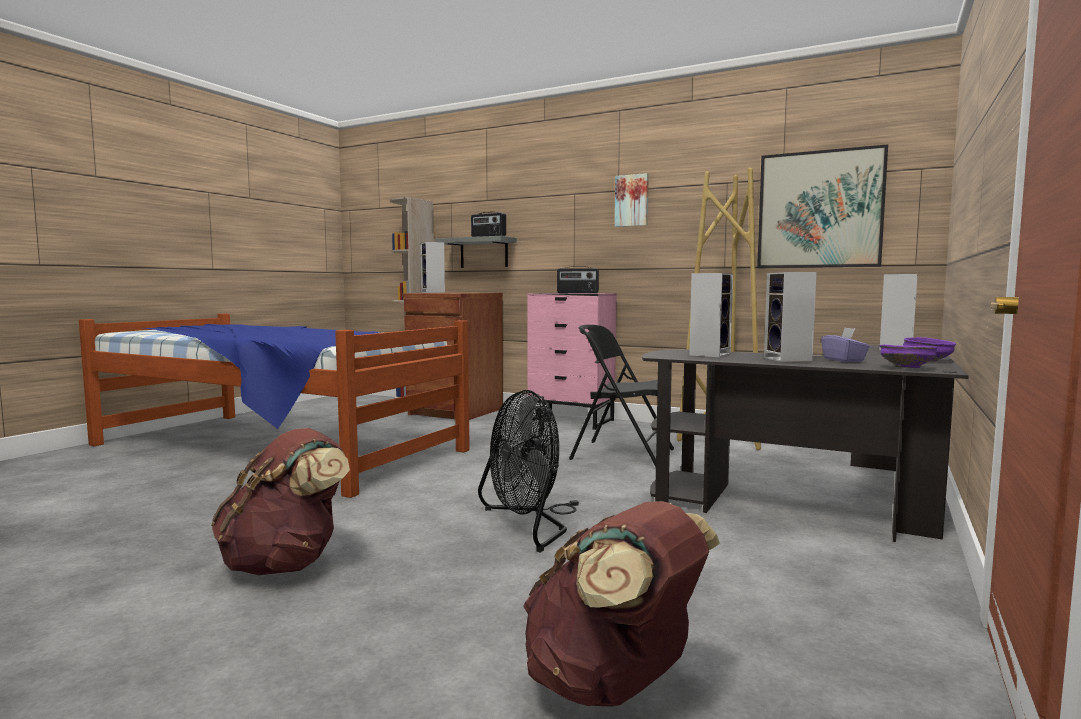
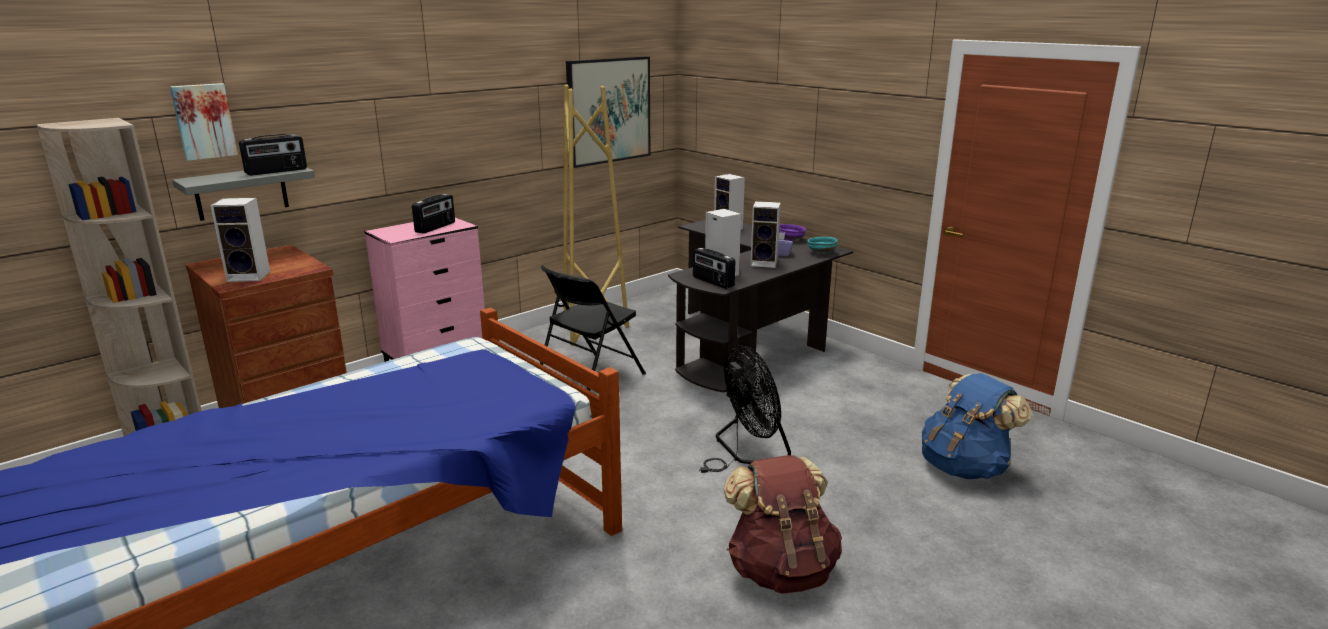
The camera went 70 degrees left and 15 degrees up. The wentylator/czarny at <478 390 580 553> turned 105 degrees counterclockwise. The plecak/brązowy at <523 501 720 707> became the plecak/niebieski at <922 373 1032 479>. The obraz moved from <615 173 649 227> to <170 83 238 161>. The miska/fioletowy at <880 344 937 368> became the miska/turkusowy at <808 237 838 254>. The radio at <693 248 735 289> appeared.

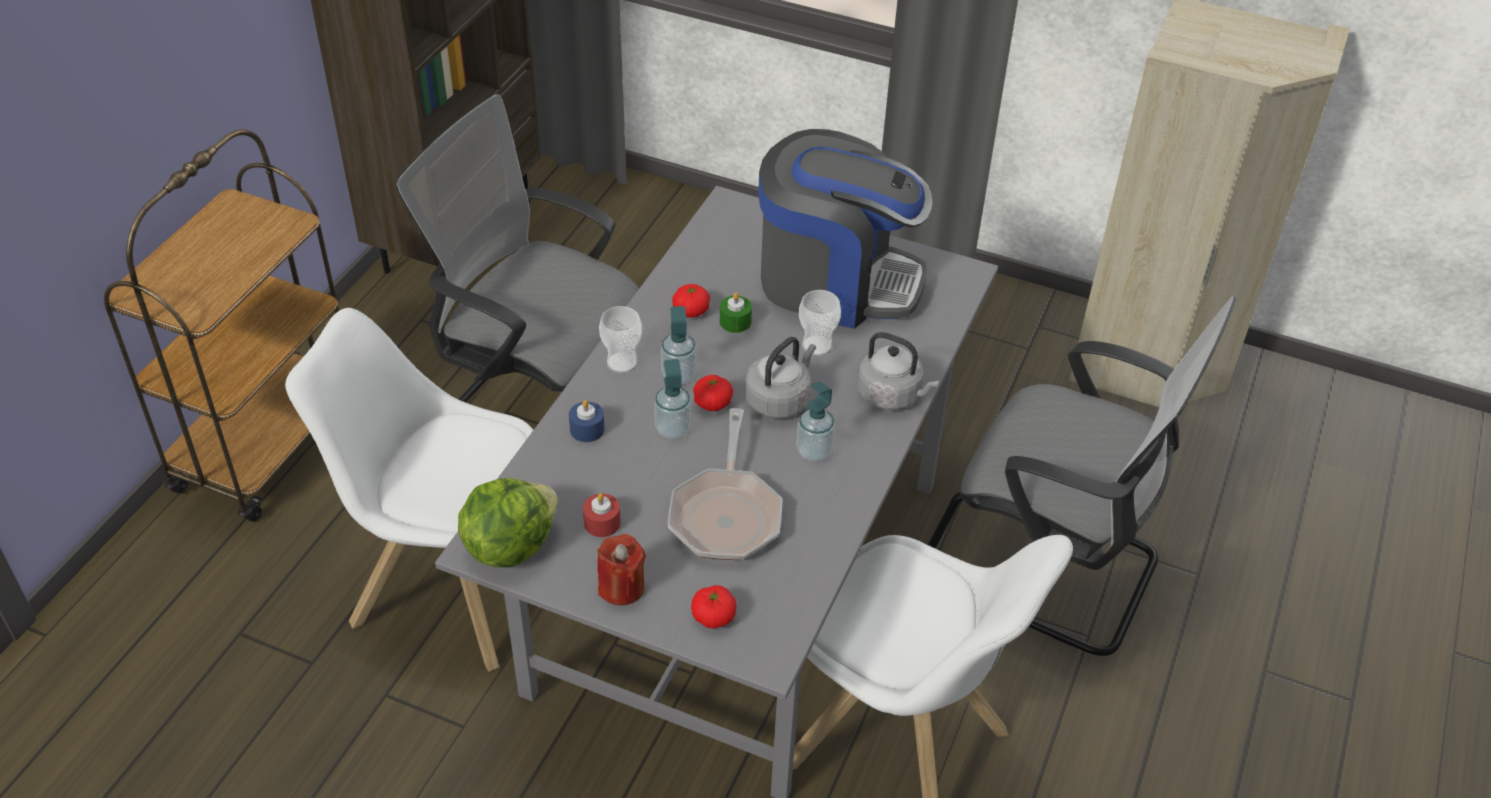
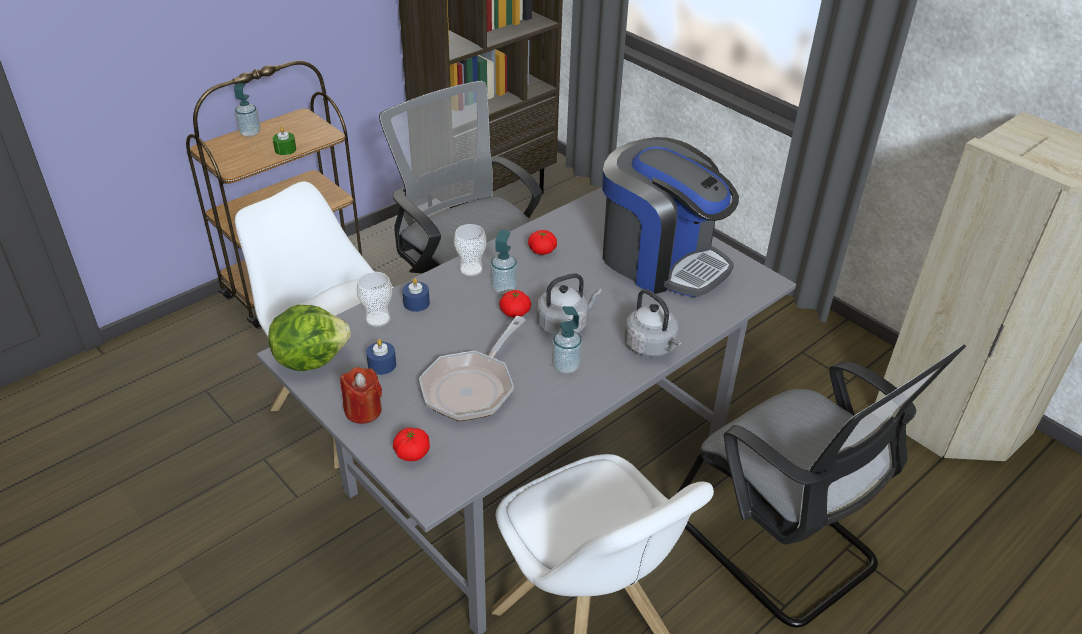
The camera went 25 degrees right and 5 degrees down. The świeca/czerwony at <583 493 621 537> became the świeca/niebieski at <366 339 396 375>. The dozownik mydła moved from <654 359 691 439> to <234 83 260 137>. The świeca/zielony moved from <720 293 752 333> to <273 127 296 155>. The filiżanka moved from <799 290 841 356> to <357 272 392 327>.

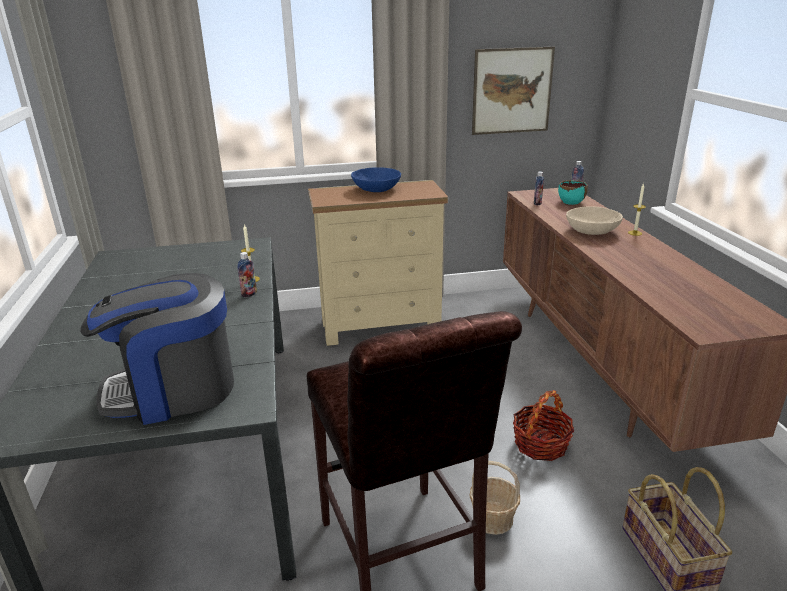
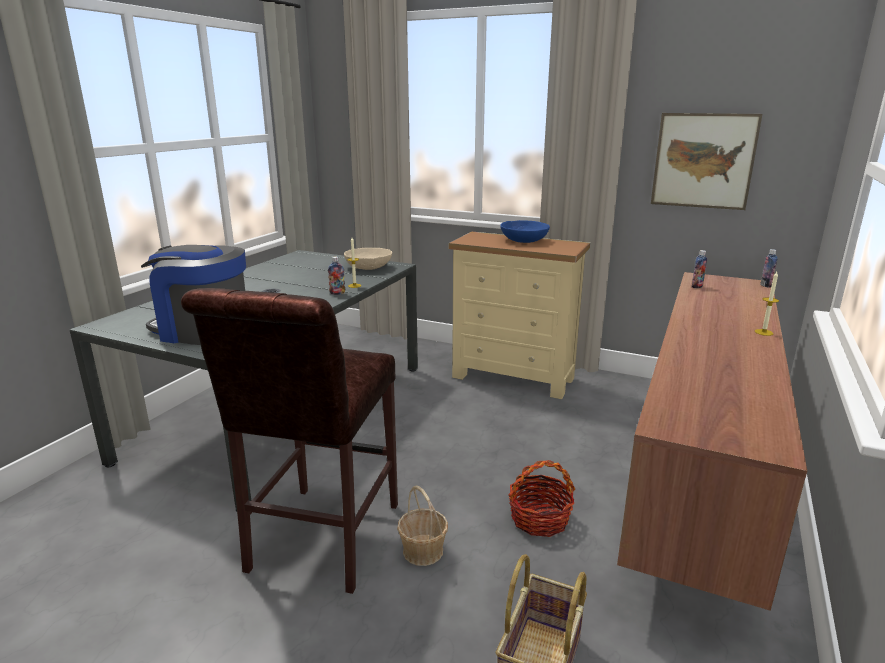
The camera went 35 degrees right and 5 degrees down. The miska/turkusowy at <558 180 588 205> disappeared. The miska/beżowy moved from <566 206 623 235> to <344 248 392 270>.

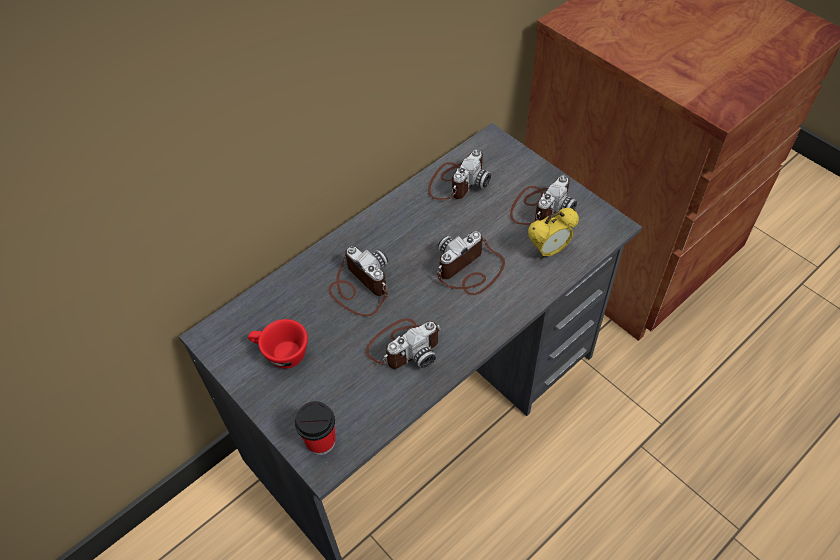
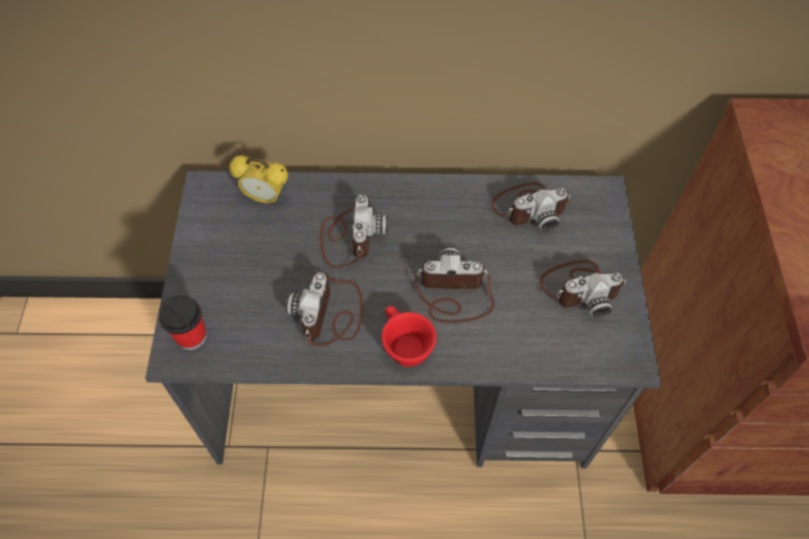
The camera went 40 degrees right and 5 degrees up. The filiżanka/czerwony moved from <248 319 308 369> to <382 306 436 367>. The aparat fotograficzny at <366 318 442 369> turned 90 degrees clockwise. The budzik moved from <528 208 579 259> to <229 156 288 205>.

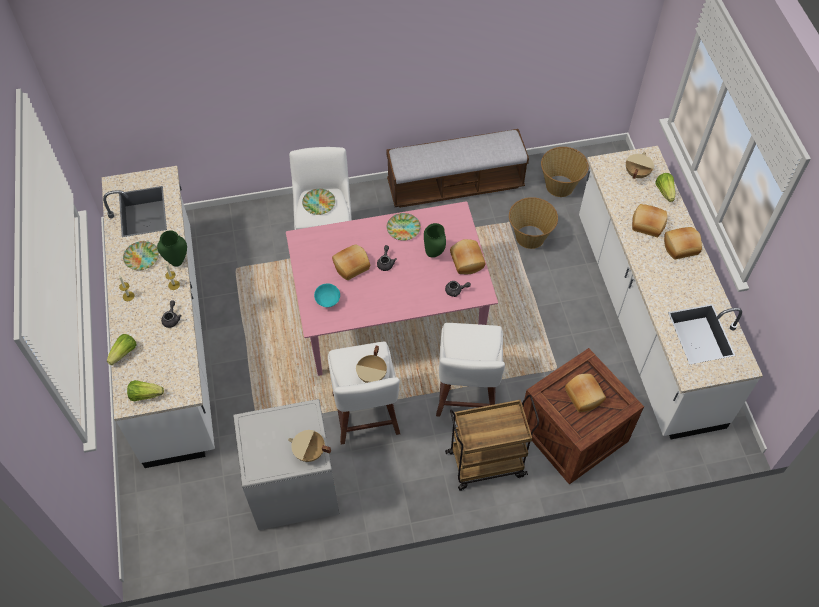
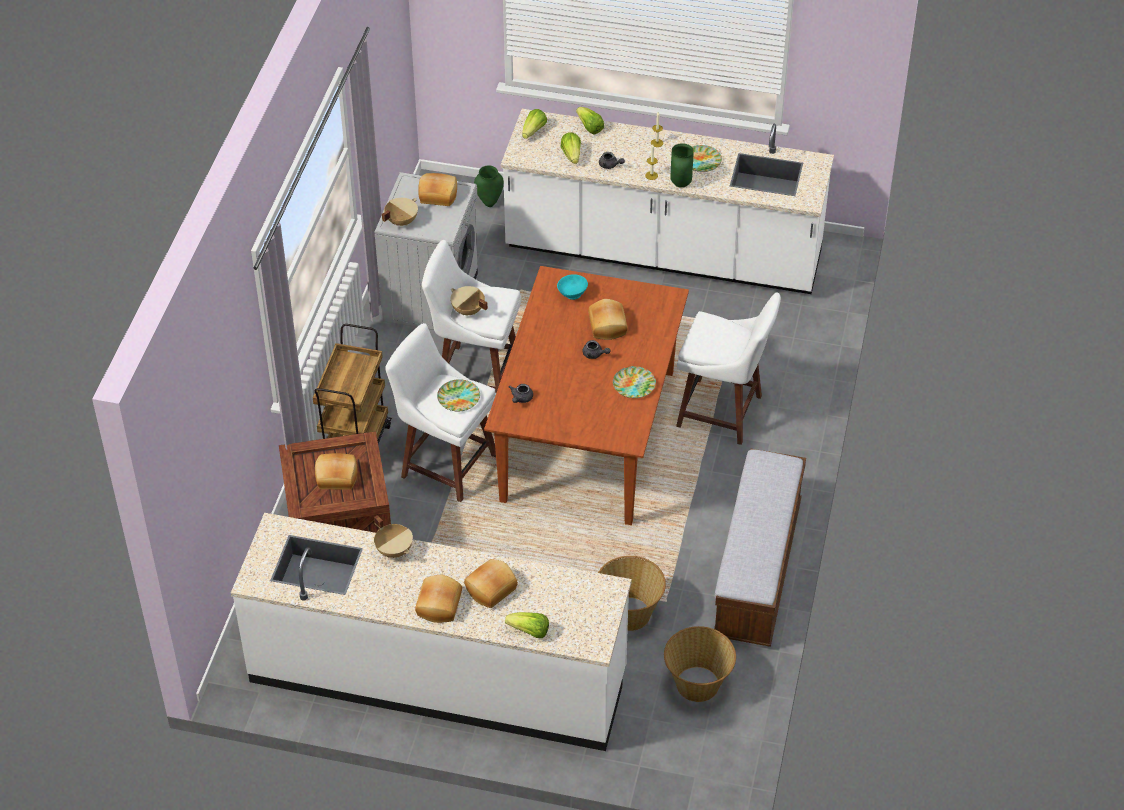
The camera went 115 degrees right and 10 degrees down. The stół jadalny/różowy at <286 201 498 376> became the stół jadalny/brązowy at <484 266 689 525>. The talerz moved from <302 189 335 215> to <437 379 480 411>. The wazon/zielony moved from <424 223 446 258> to <474 165 504 207>. The chleb moved from <450 239 486 274> to <418 173 457 206>. The garnek/beżowy moved from <626 152 654 179> to <374 515 413 558>. The sałata at <561 132 581 164> appeared.

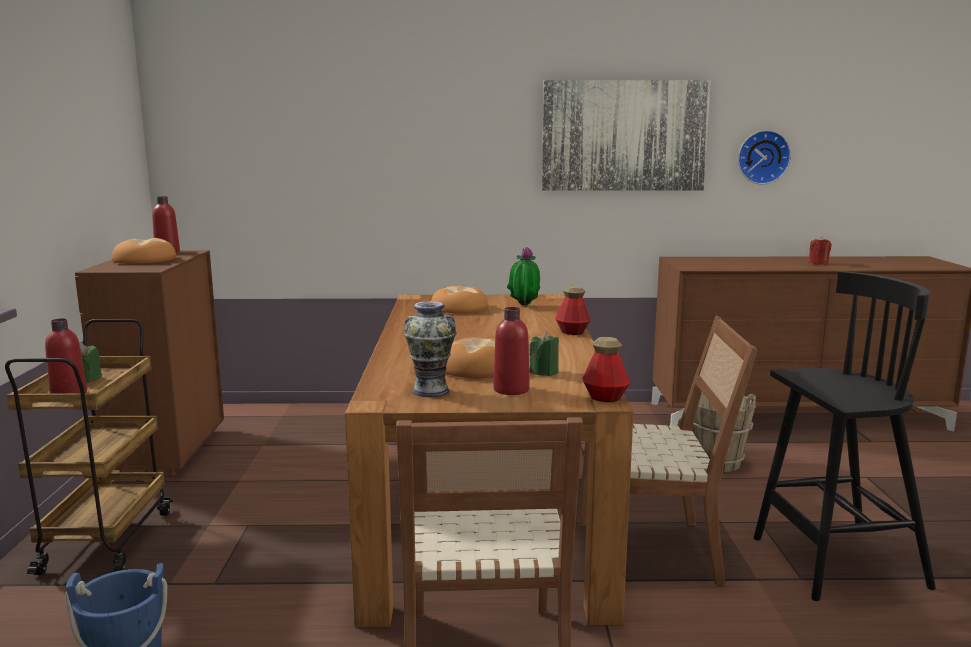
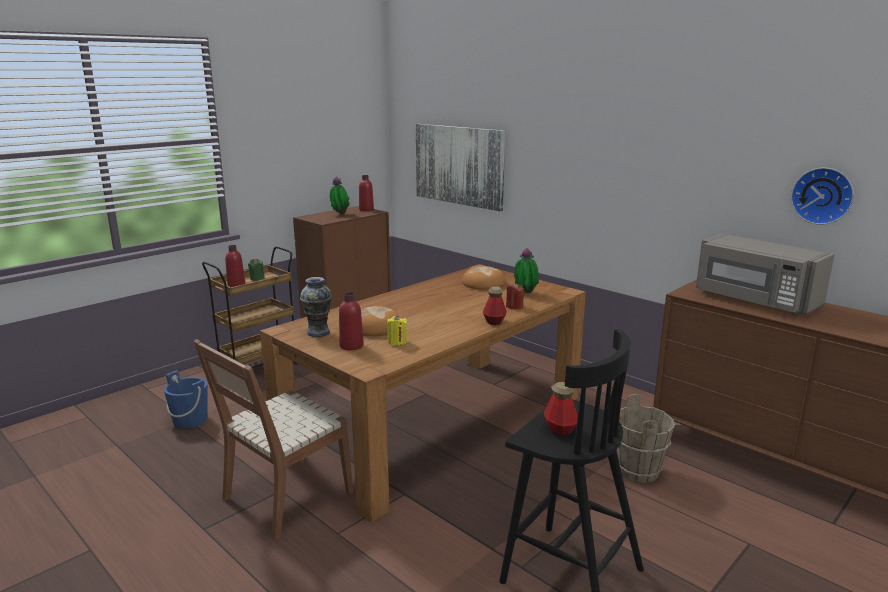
The camera went 45 degrees right and 5 degrees up. The chleb at <112 238 176 264> was replaced by the roślina doniczkowa at <330 177 350 214>. The świeca/zielony at <530 332 559 376> became the świeca/żółty at <387 315 407 346>. The obraz moved from <542 80 711 191> to <416 124 505 211>. The krzesło at <578 315 757 586> disappeared. The butelka moved from <582 337 630 402> to <544 382 578 436>. The świeca/czerwony moved from <808 236 832 265> to <506 283 525 309>. The mikrofalówka/szary at <696 234 835 315> appeared.

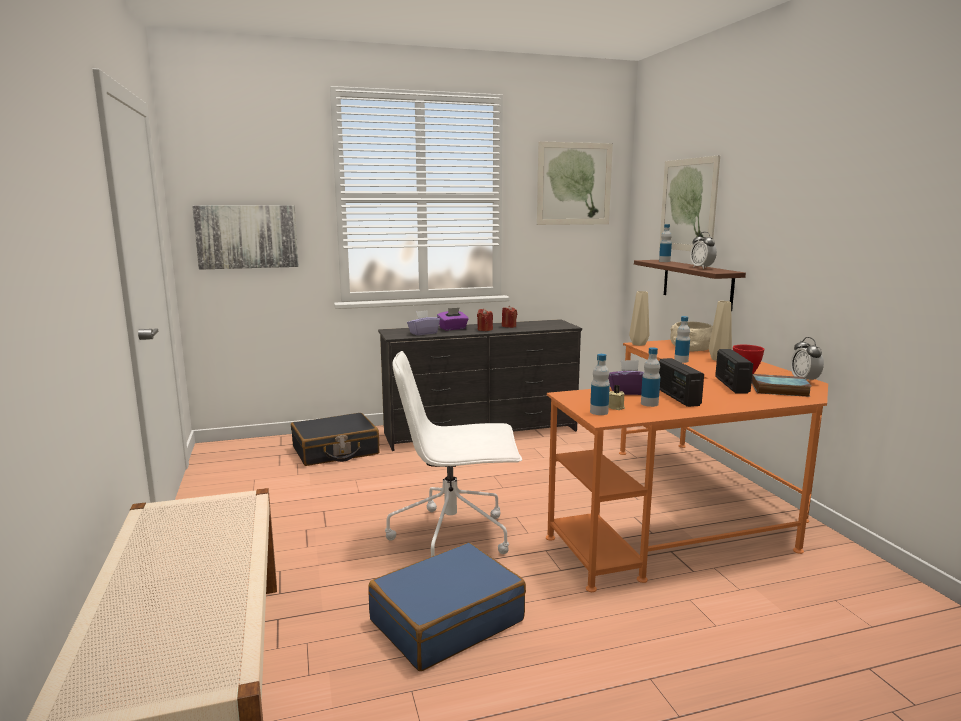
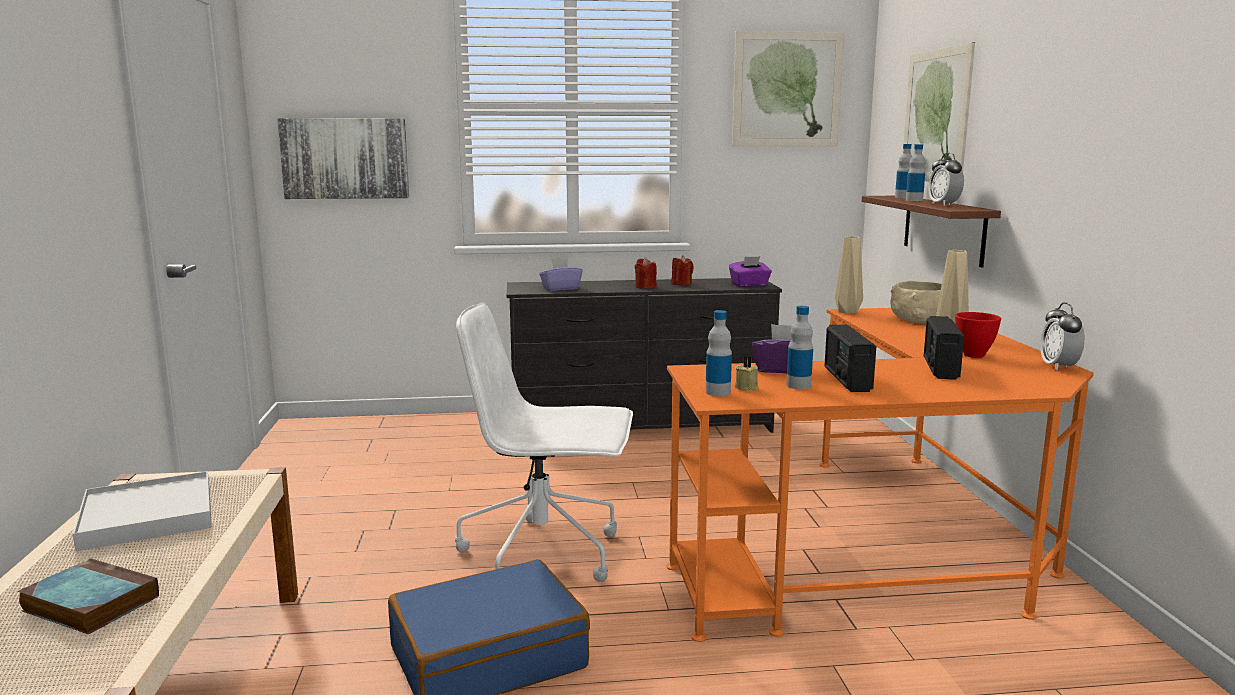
The camera went 10 degrees right and 0 degrees up. The walizka/czarny at <291 413 380 466> disappeared. The pudełko chusteczek/fioletowy moved from <437 307 469 330> to <729 256 772 287>. The butelka moved from <674 316 690 363> to <906 144 925 201>. The książka moved from <752 374 812 397> to <18 558 159 634>. The taca/biały at <73 471 212 551> appeared.

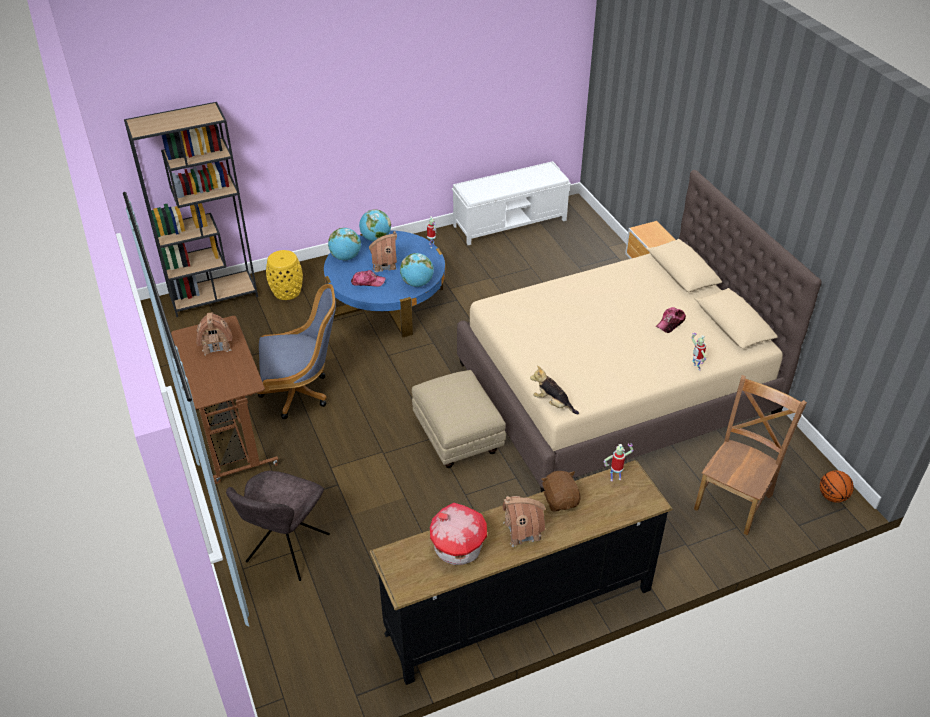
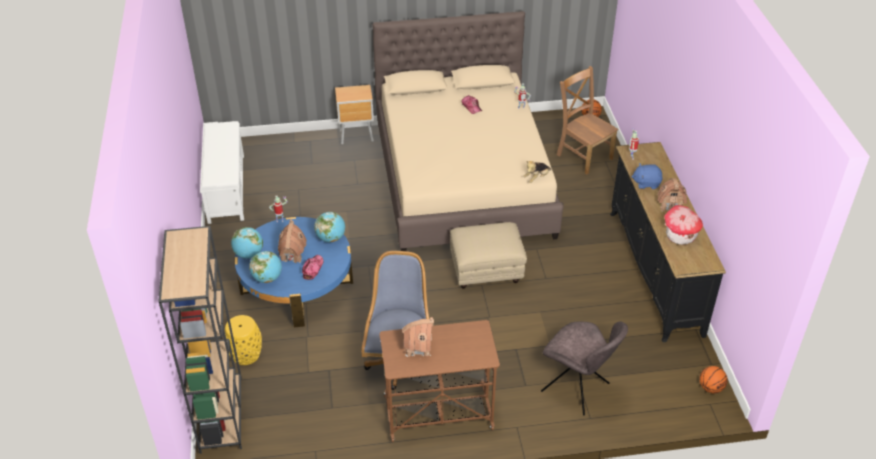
The camera went 75 degrees left and 0 degrees up. The pluszak/brązowy at <541 471 580 512> became the pluszak/niebieski at <631 163 662 189>. The piłka do koszykówki at <699 366 728 393> appeared.

